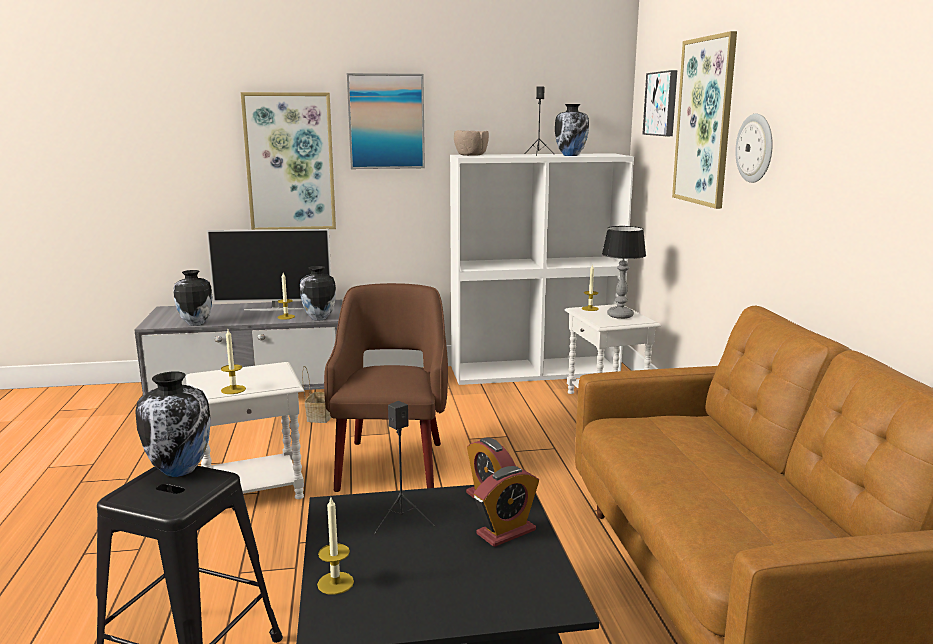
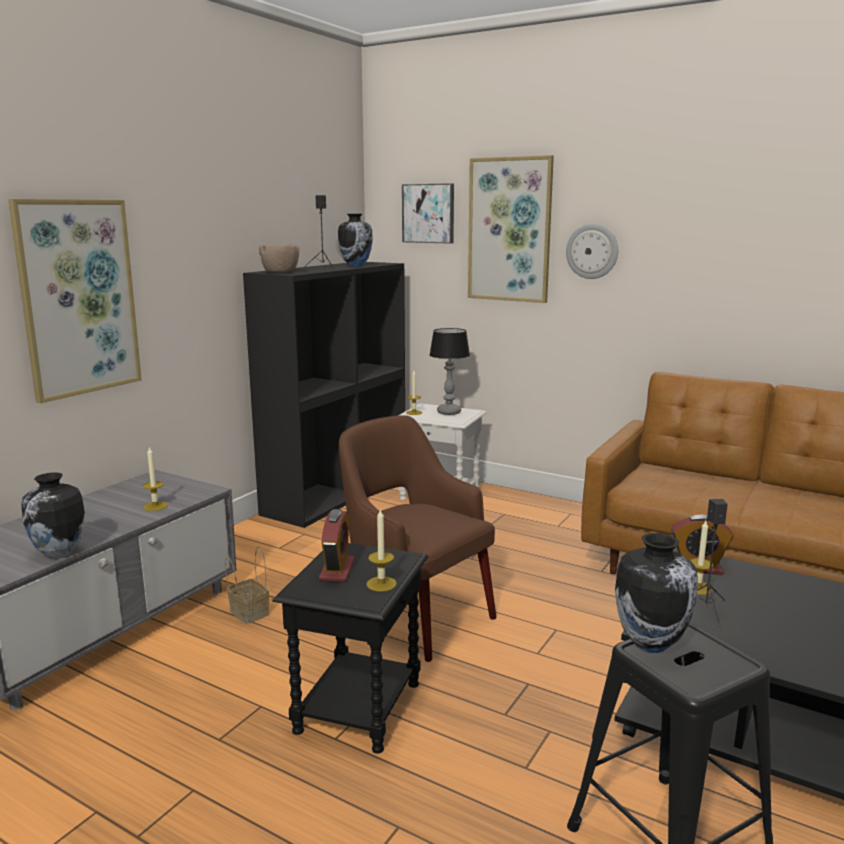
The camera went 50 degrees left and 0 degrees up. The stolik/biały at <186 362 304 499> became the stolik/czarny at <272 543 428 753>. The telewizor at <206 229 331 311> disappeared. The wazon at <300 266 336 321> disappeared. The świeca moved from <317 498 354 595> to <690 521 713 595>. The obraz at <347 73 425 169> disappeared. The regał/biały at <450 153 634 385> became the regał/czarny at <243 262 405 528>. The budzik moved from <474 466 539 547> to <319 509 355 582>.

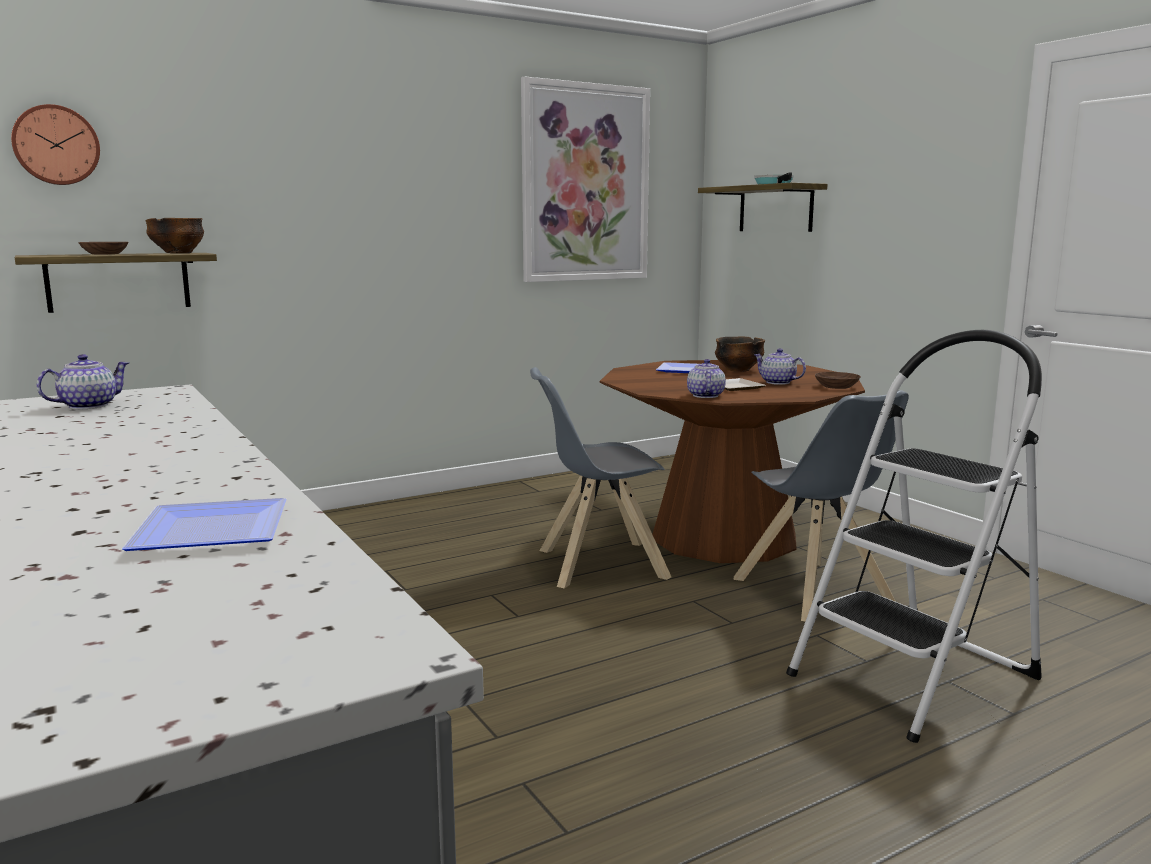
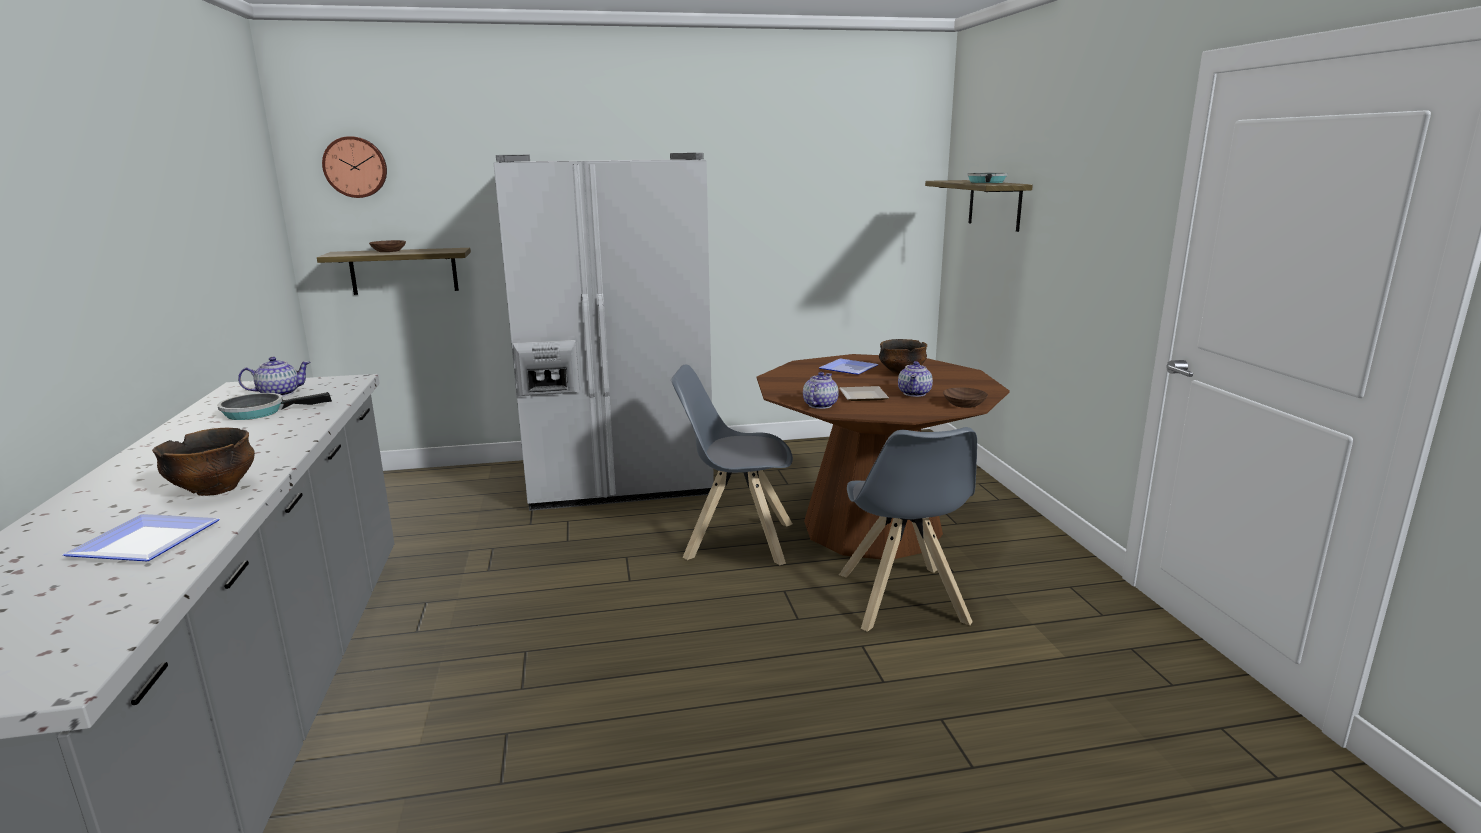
The camera went 20 degrees right and 5 degrees up. The miska moved from <145 218 204 253> to <152 427 255 496>. The obraz at <521 76 650 282> disappeared. The imbryk at <754 348 806 385> turned 135 degrees counterclockwise. The drabinka at <786 330 1042 743> disappeared. The patelnia at <217 392 332 420> appeared. The lodówka/biały at <494 153 714 511> appeared.

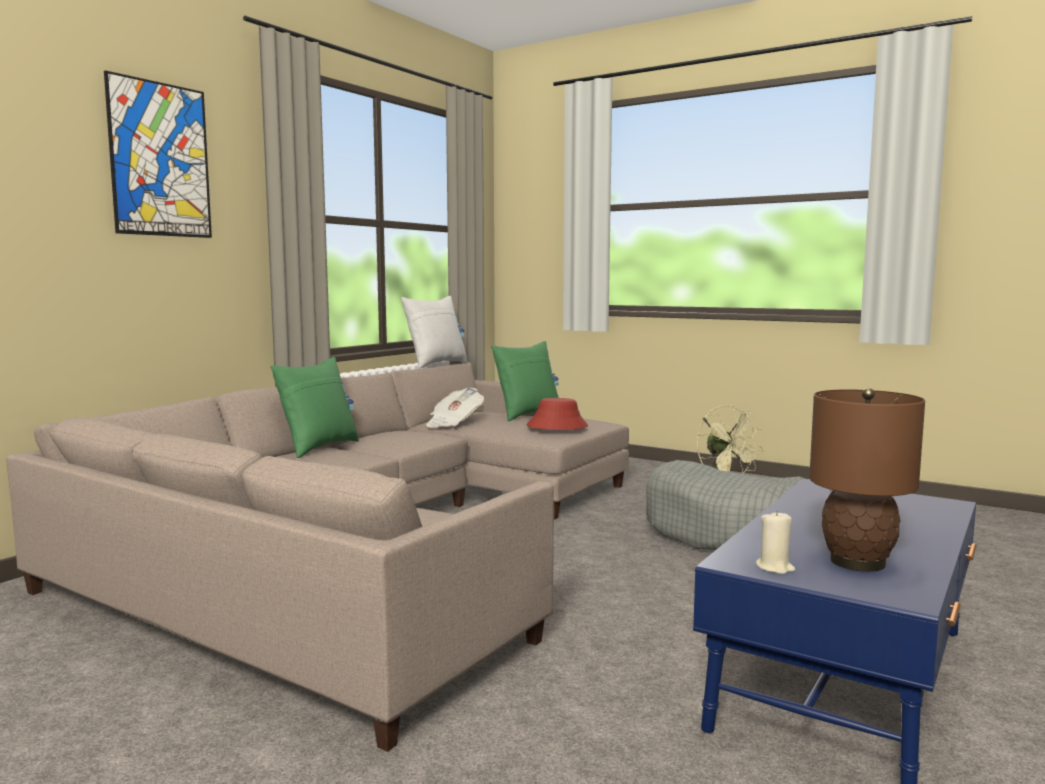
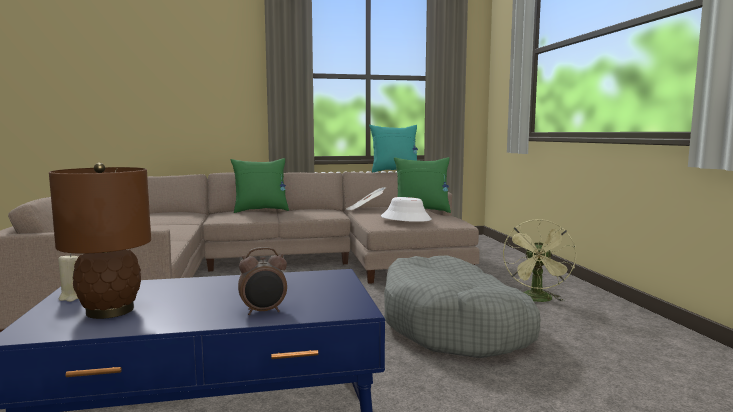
The camera went 45 degrees right and 0 degrees up. The obraz at <104 70 212 238> disappeared. The poduszka/szary at <401 296 468 368> became the poduszka/turkusowy at <369 125 418 173>. The kapelusz/czerwony at <526 398 588 430> became the kapelusz/biały at <381 197 432 222>. The budzik at <238 247 287 315> appeared.

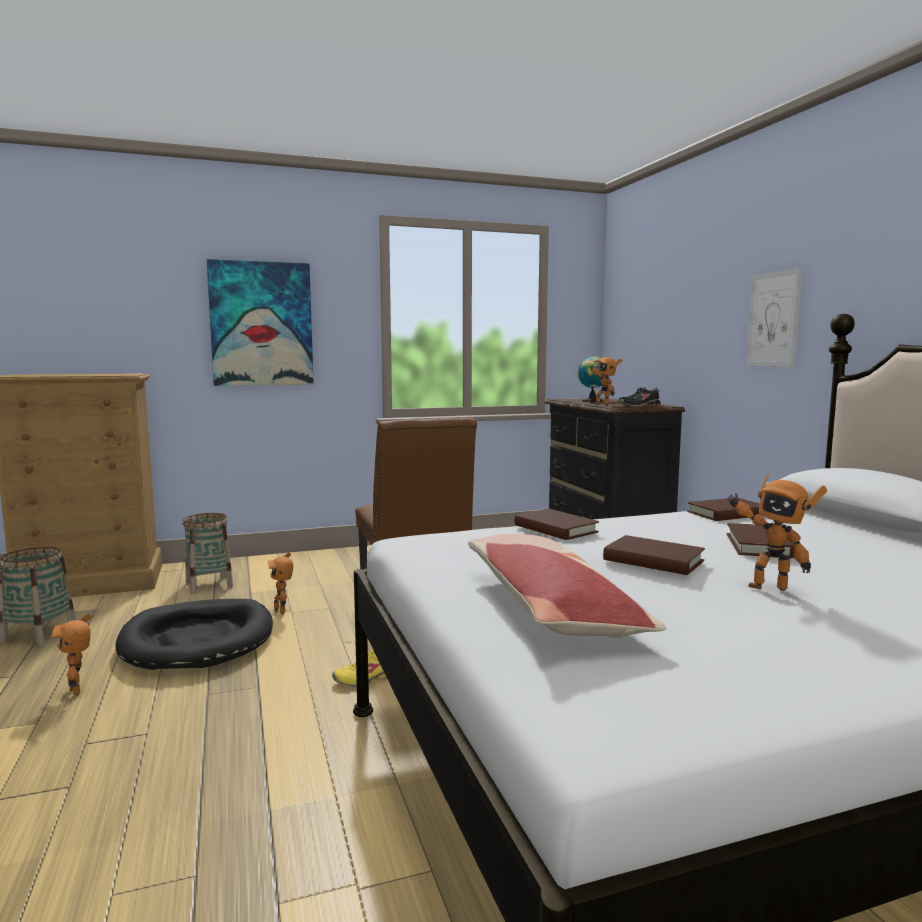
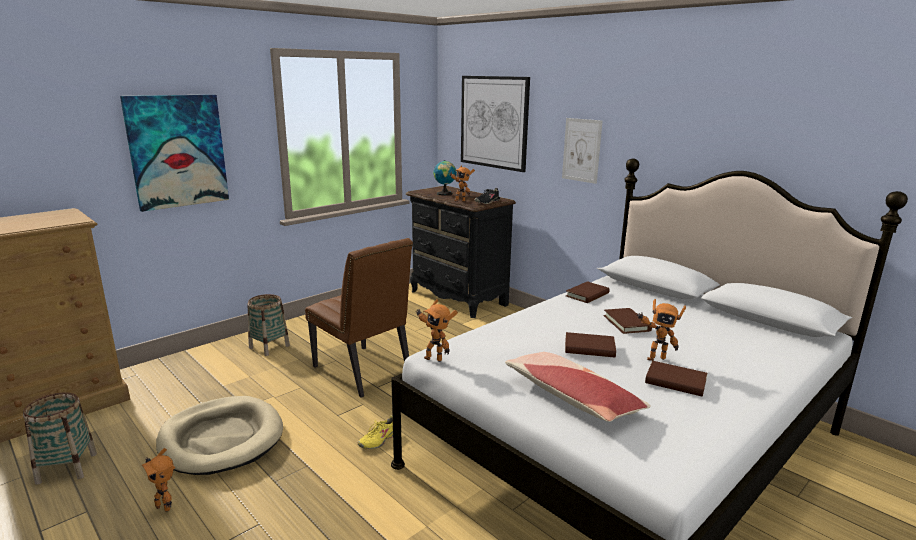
The camera went 25 degrees left and 10 degrees up. The legowisko/czarny at <115 599 273 670> became the legowisko/beżowy at <156 396 283 475>. The koszyk moved from <182 513 233 594> to <248 294 290 356>. The robot zabawkowy moved from <267 552 293 614> to <415 299 458 362>. The książka/brązowy moved from <514 509 599 540> to <645 361 707 397>. The obraz at <461 76 530 172> appeared.

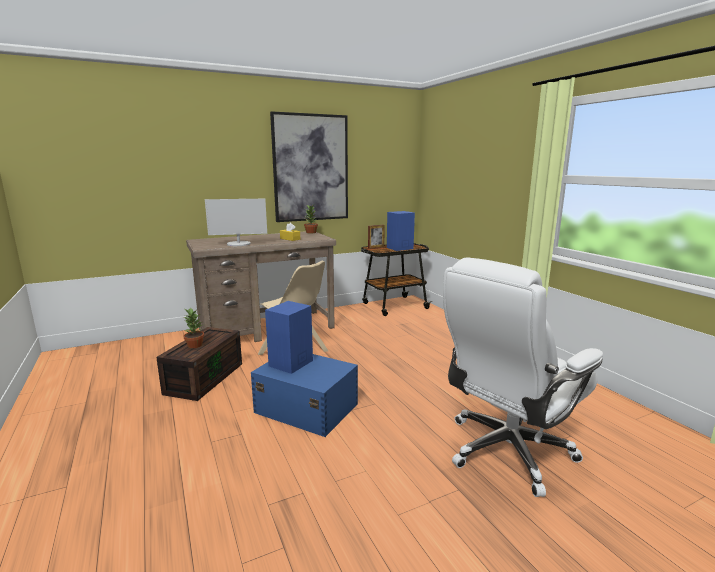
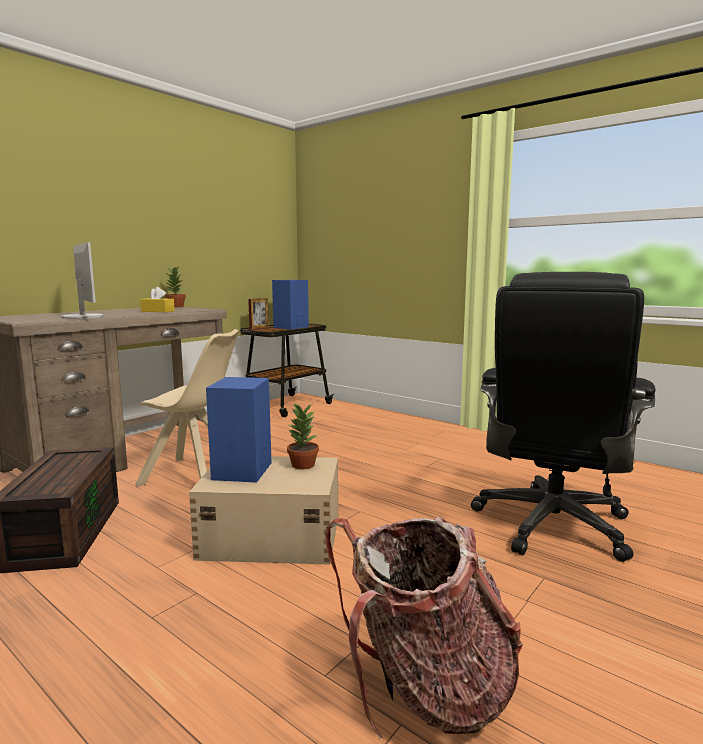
The camera went 25 degrees left and 5 degrees down. The roślina doniczkowa moved from <183 308 204 348> to <287 403 319 469>. The monitor at <205 199 267 246> turned 90 degrees counterclockwise. The pojemnik do przechowywania/niebieski at <251 354 358 437> became the pojemnik do przechowywania/beżowy at <189 456 338 565>. The obraz at <270 111 348 222> disappeared. The krzesło biurowe/biały at <443 258 603 497> became the krzesło biurowe/czarny at <471 272 655 562>. The plecak at <325 516 523 740> appeared.

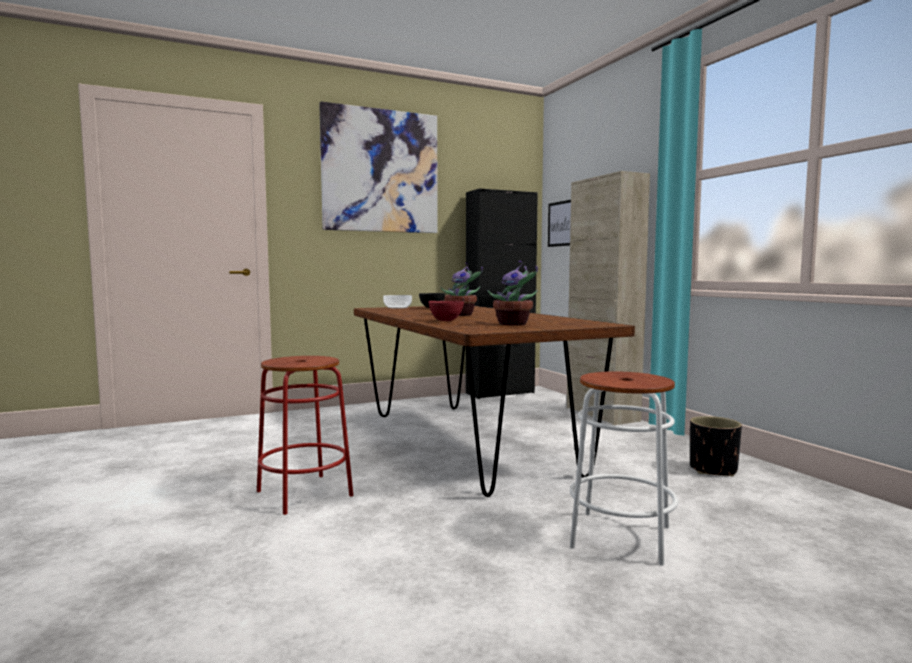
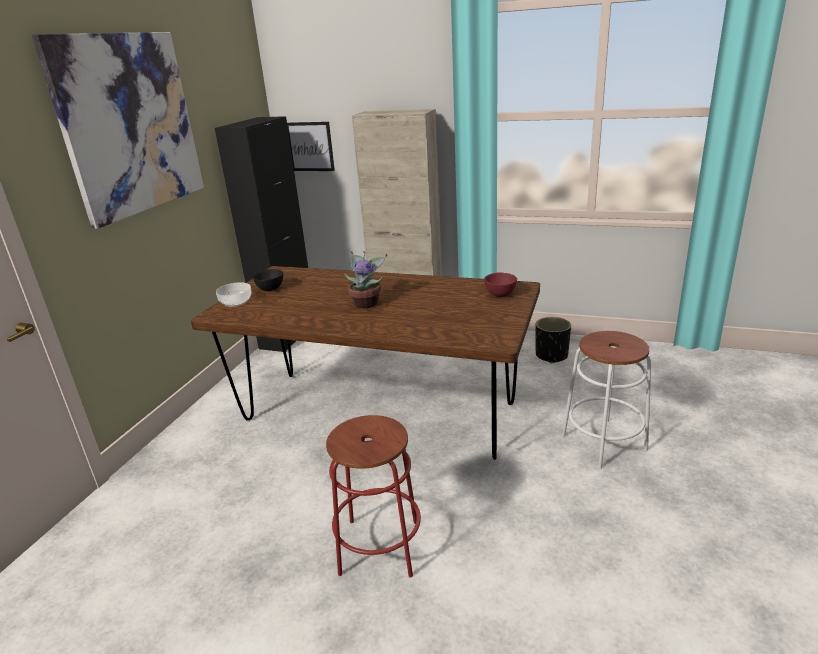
The camera went 45 degrees left and 20 degrees up. The miska/czerwony moved from <428 301 464 321> to <484 272 517 297>. The roślina doniczkowa at <487 261 538 326> disappeared.

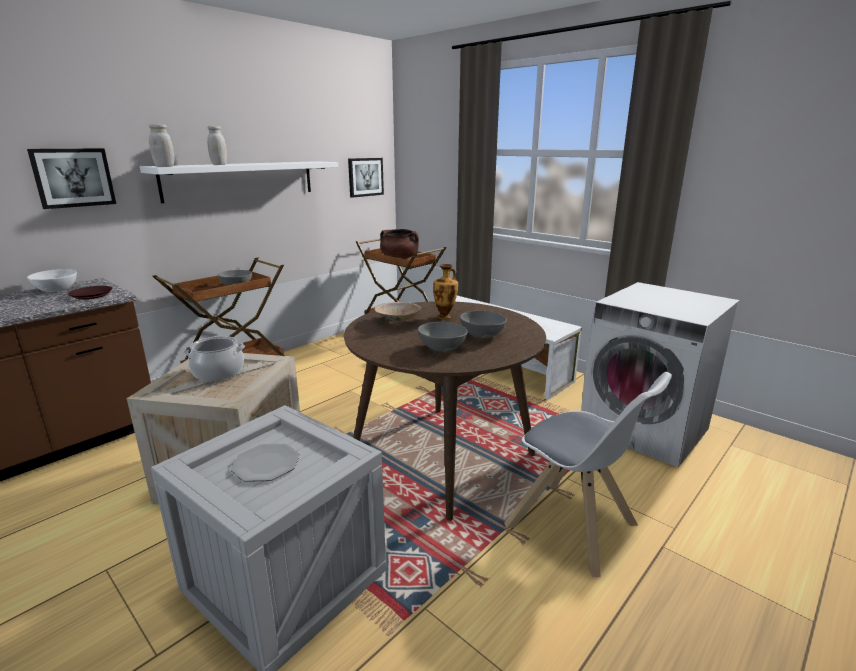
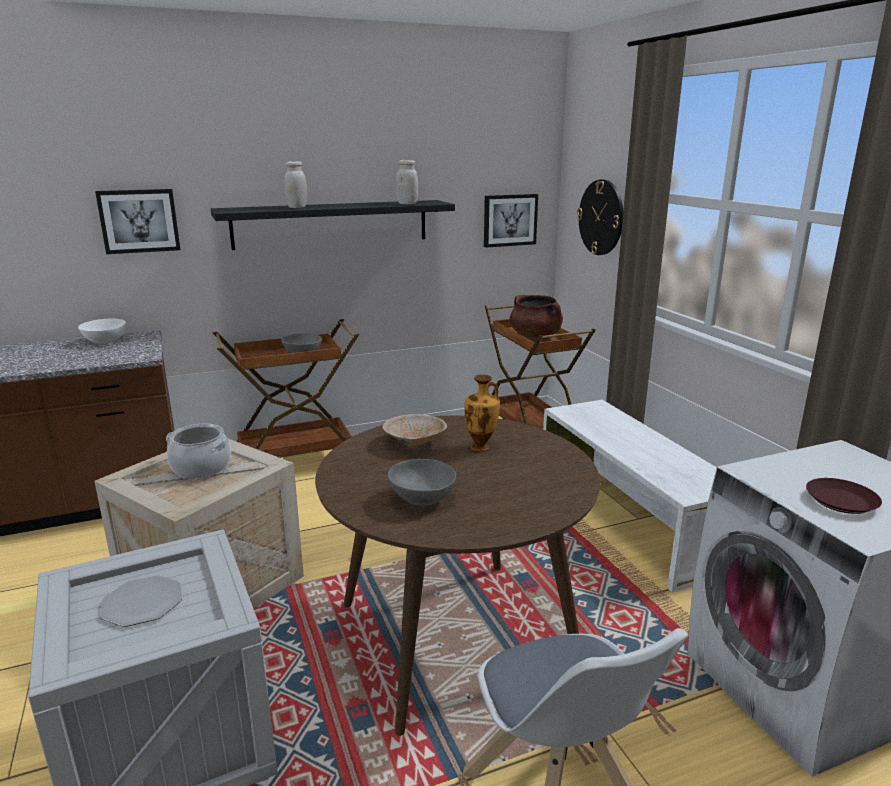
The camera went 25 degrees right and 0 degrees up. The talerz/brązowy moved from <68 286 112 300> to <806 478 882 514>. The półka/biały at <140 161 338 203> became the półka/czarny at <211 200 455 250>. The słoik/biały moved from <149 124 175 167> to <396 160 418 205>. The miska/szary at <460 311 507 338> disappeared. The zegar ścienny at <577 179 623 255> appeared.

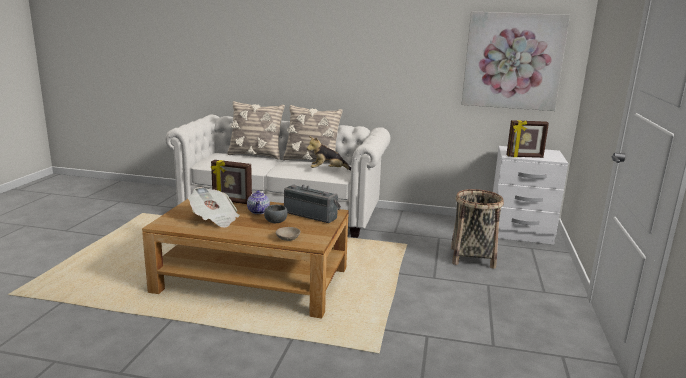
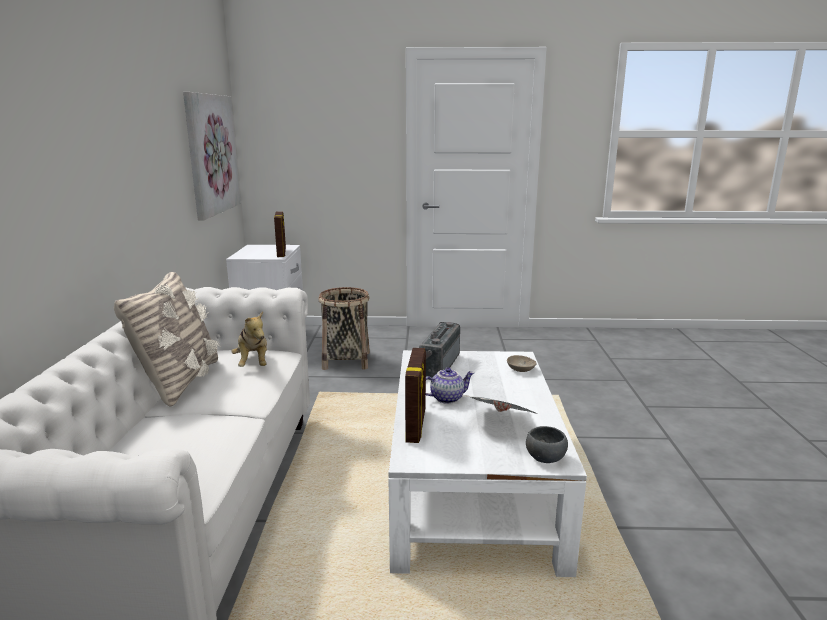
The camera went 100 degrees left and 0 degrees up. The ława/brązowy at <142 199 349 318> became the ława/biały at <388 350 587 577>. The poduszka/beżowy at <227 101 285 160> disappeared. The miska/szary moved from <264 205 288 223> to <526 426 568 463>.

